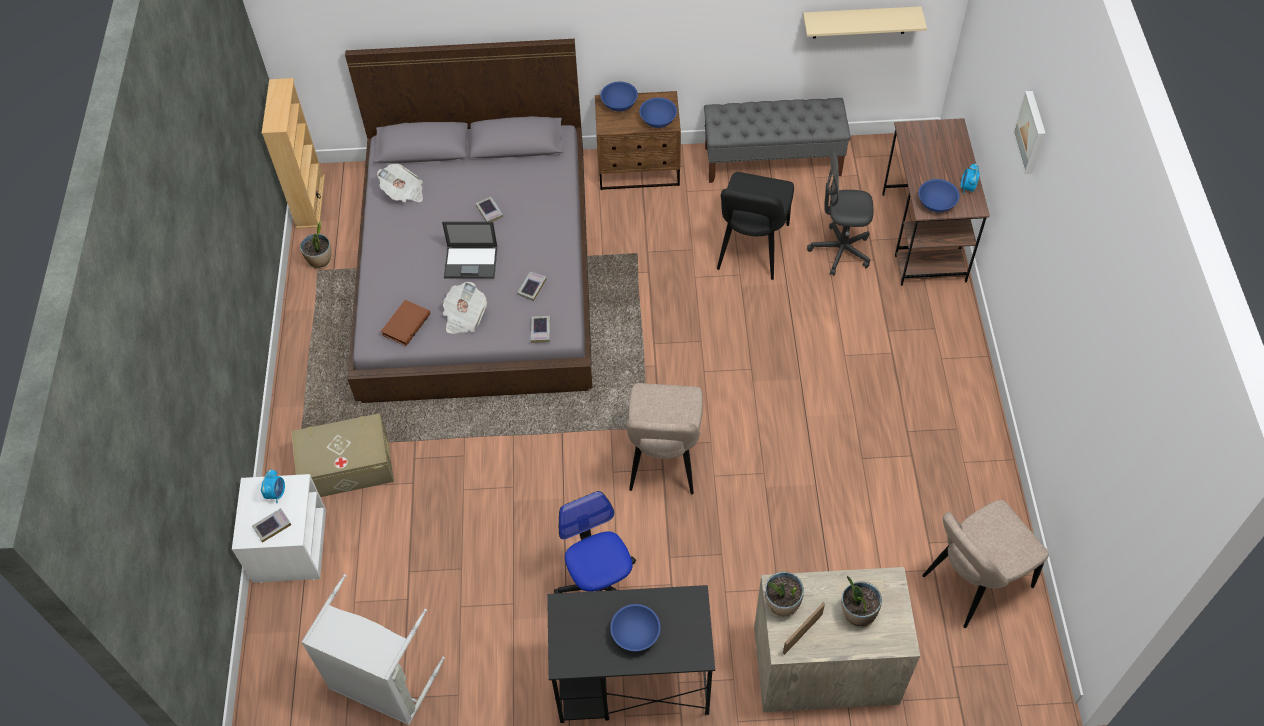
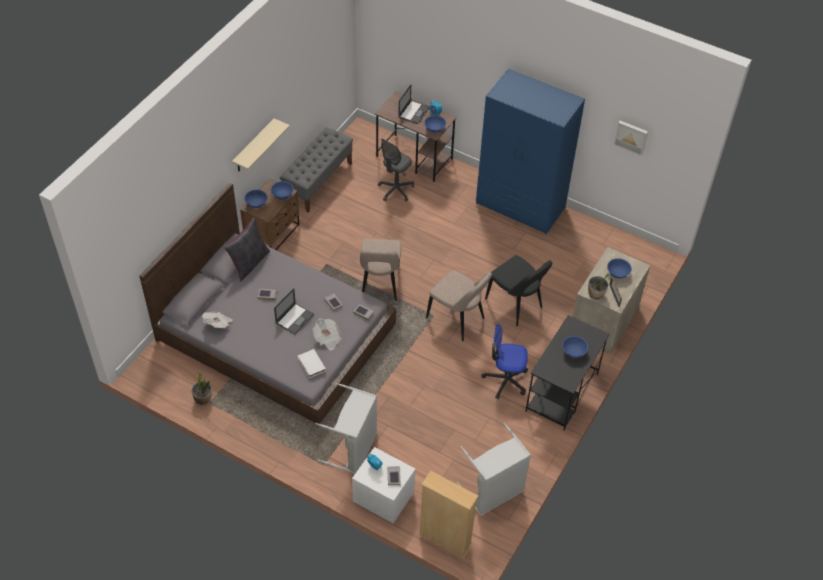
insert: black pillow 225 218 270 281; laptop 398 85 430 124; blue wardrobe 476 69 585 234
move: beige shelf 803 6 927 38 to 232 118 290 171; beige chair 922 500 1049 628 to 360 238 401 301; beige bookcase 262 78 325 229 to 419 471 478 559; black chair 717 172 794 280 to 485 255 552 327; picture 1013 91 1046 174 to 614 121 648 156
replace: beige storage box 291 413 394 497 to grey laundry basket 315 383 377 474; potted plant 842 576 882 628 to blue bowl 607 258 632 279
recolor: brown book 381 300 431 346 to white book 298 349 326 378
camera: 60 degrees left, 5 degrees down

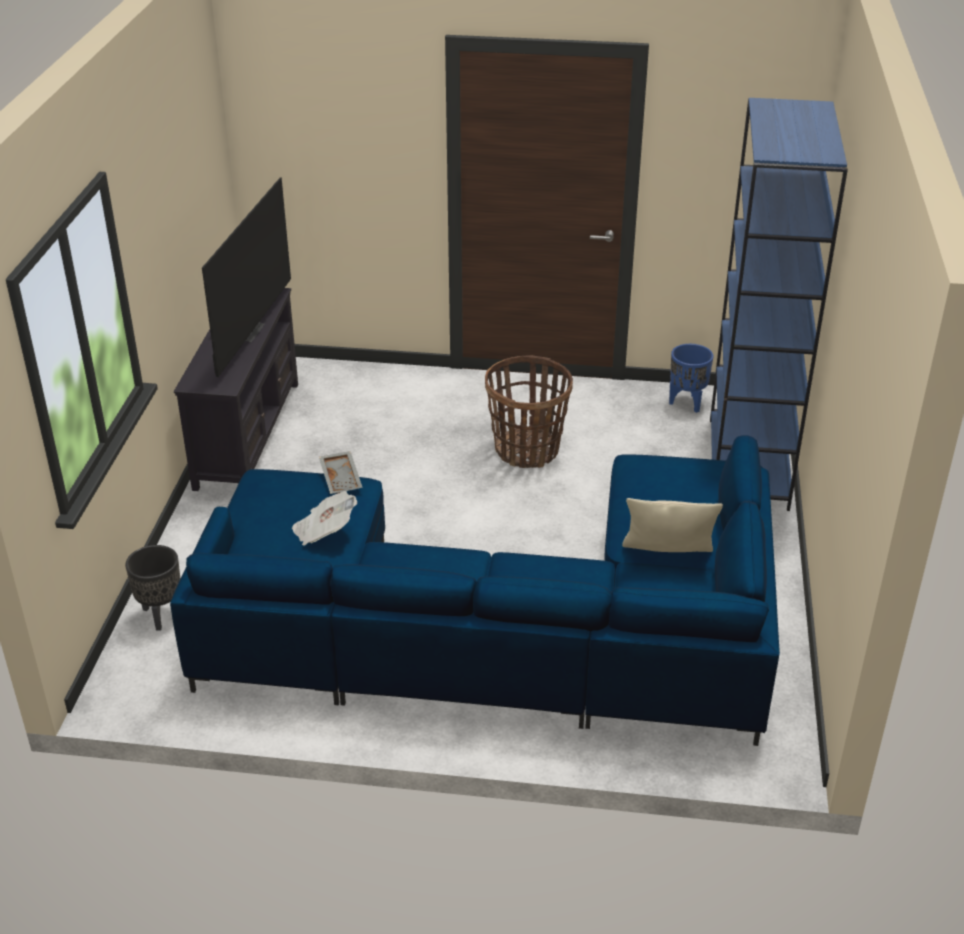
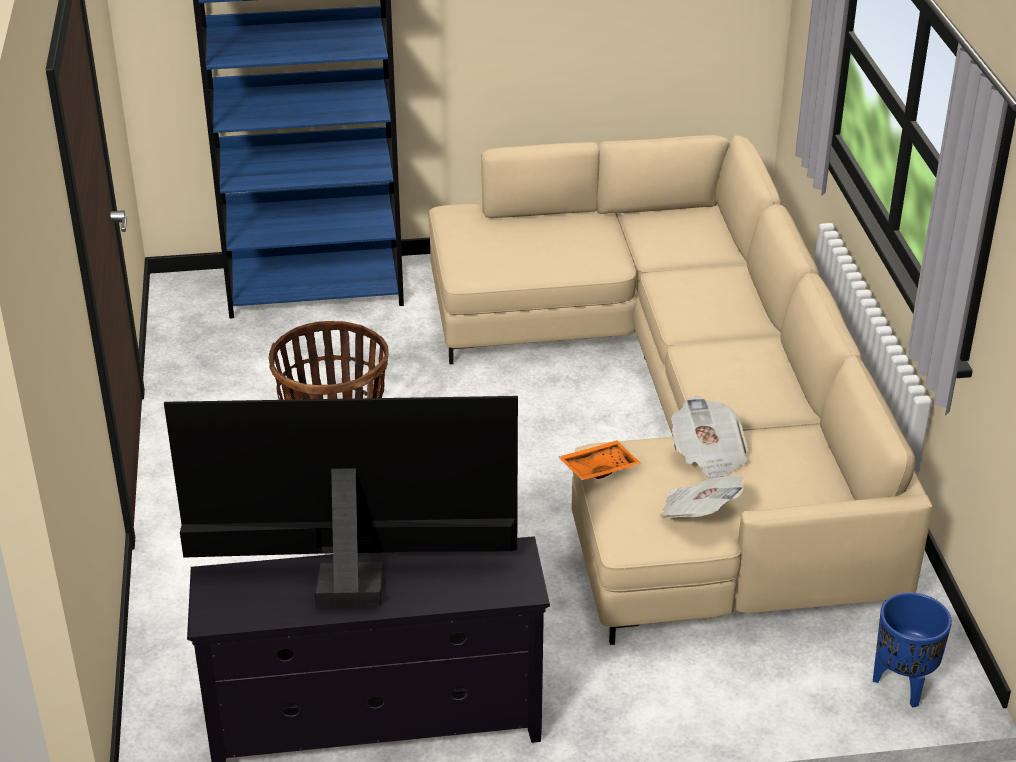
delete: black planter 125 545 180 631; beige pillow 622 498 723 552
insert: newspaper 660 476 744 518
move: blue planter 669 344 713 413 to 873 592 952 707
recolor: blue sofa 170 435 780 746 to beige sofa 428 135 932 645; grey tray 319 451 363 494 to orange tray 559 440 641 480
camera: 105 degrees left, 0 degrees up

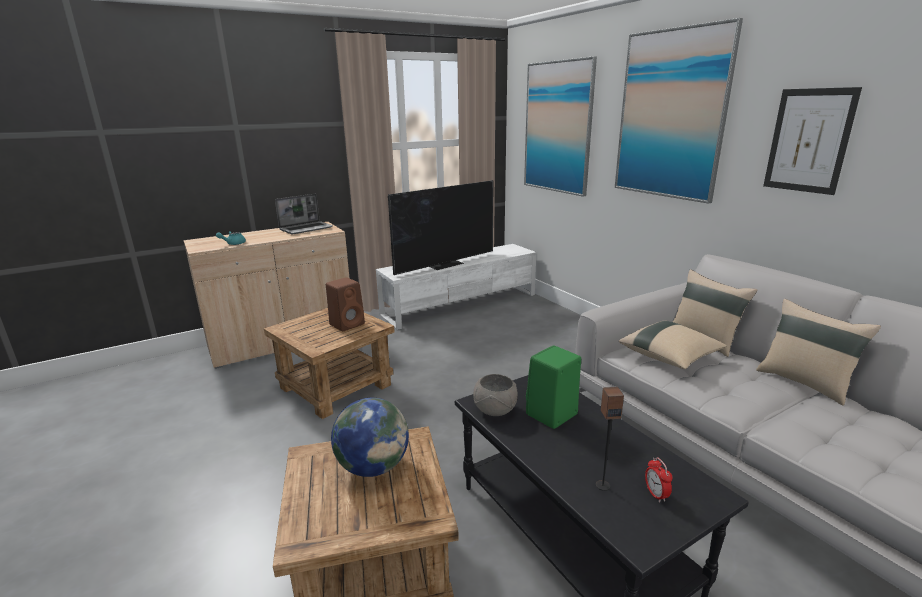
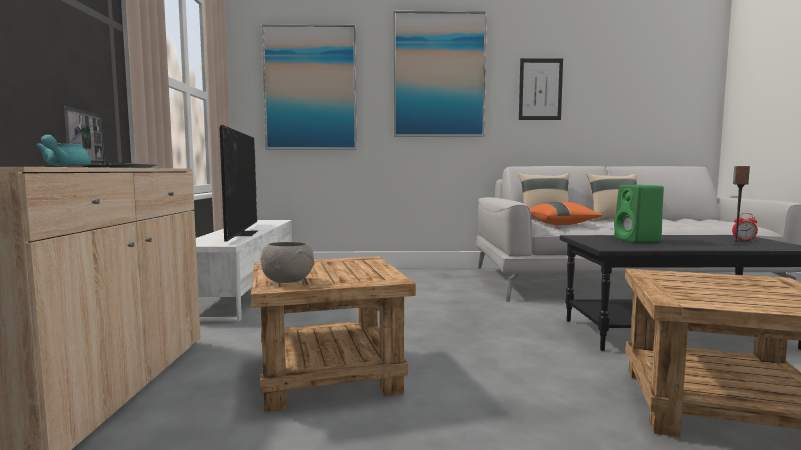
delete: brown speaker 326 277 365 331; globe 331 398 409 477
move: grey bowl 473 374 518 416 to 261 242 315 283
recolor: beige pillow 619 321 727 369 to orange pillow 530 201 602 225
camera: 60 degrees left, 15 degrees down

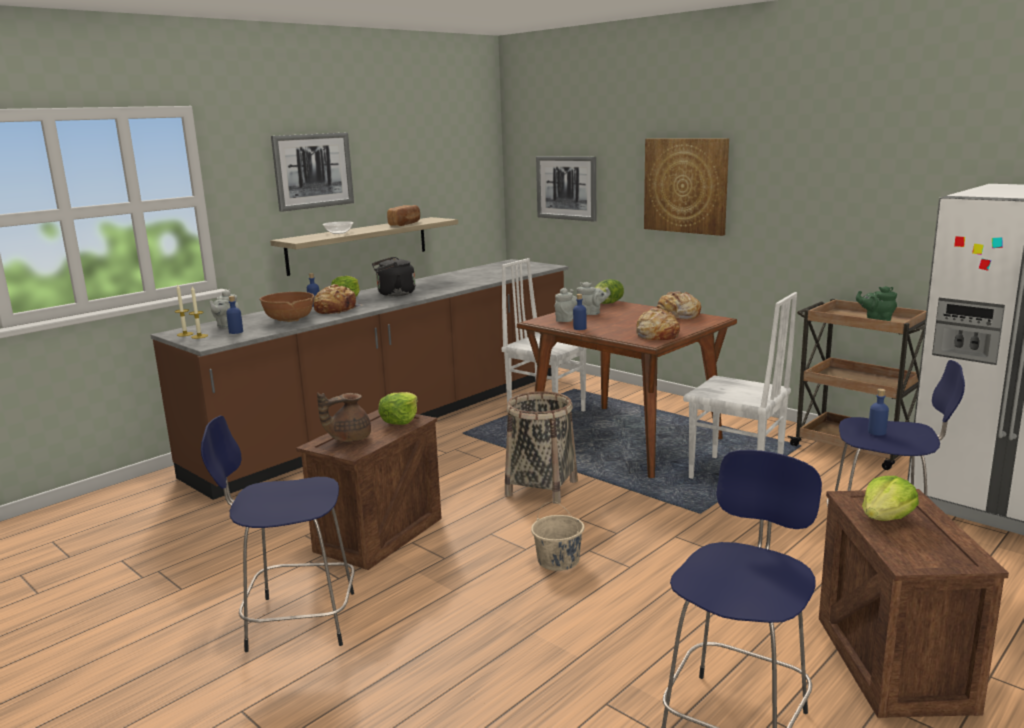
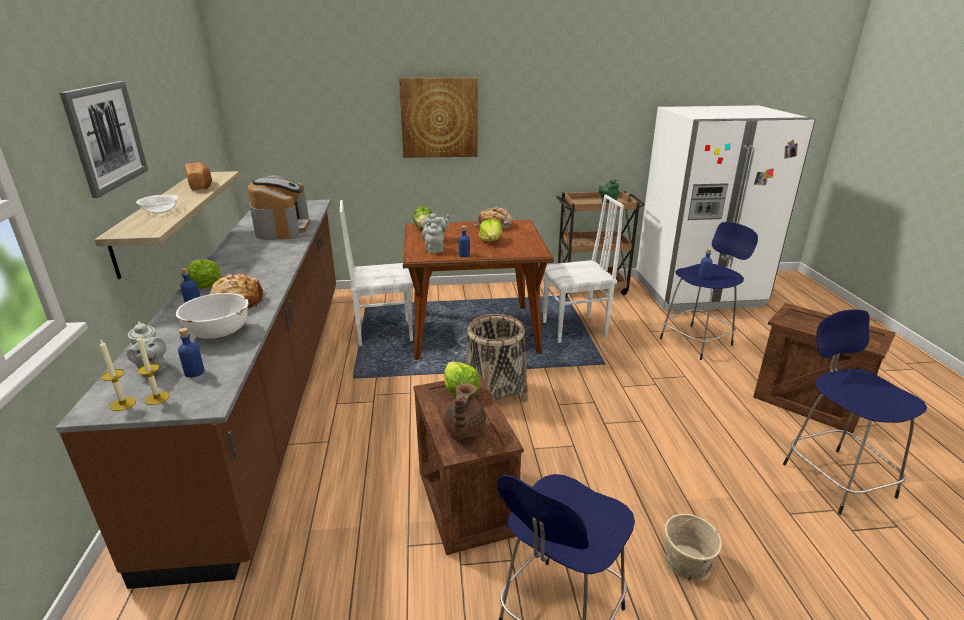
delete: black kettle 372 257 415 296; picture 536 156 596 222; bread 636 308 680 340
insert: coffee machine 248 175 311 240
move: lettuce 862 476 919 521 to 479 219 502 241; beige bucket 531 501 585 571 to 665 514 722 580
recolor: brown bowl 259 292 314 322 to white bowl 176 293 249 339
camera: 50 degrees left, 10 degrees up

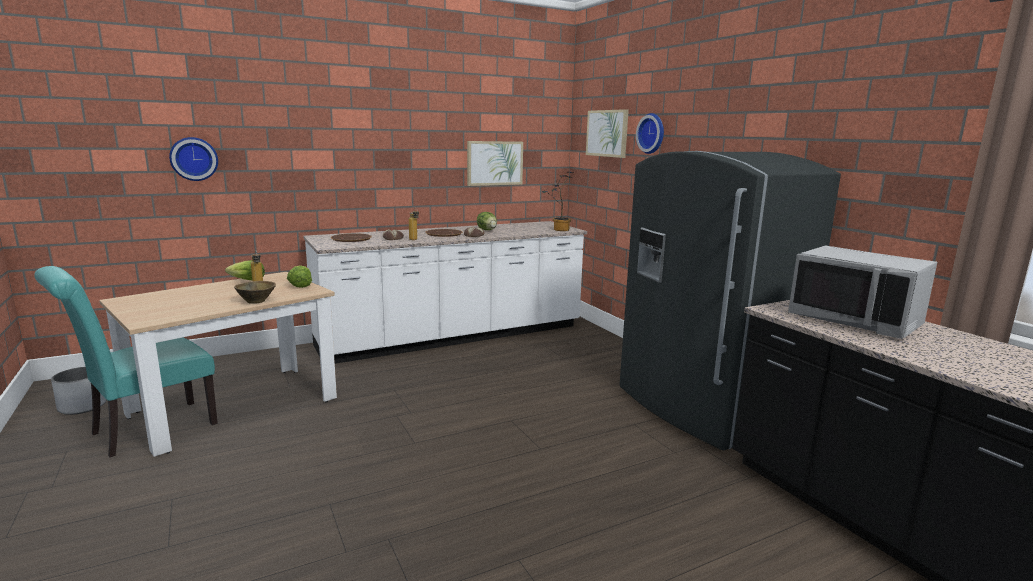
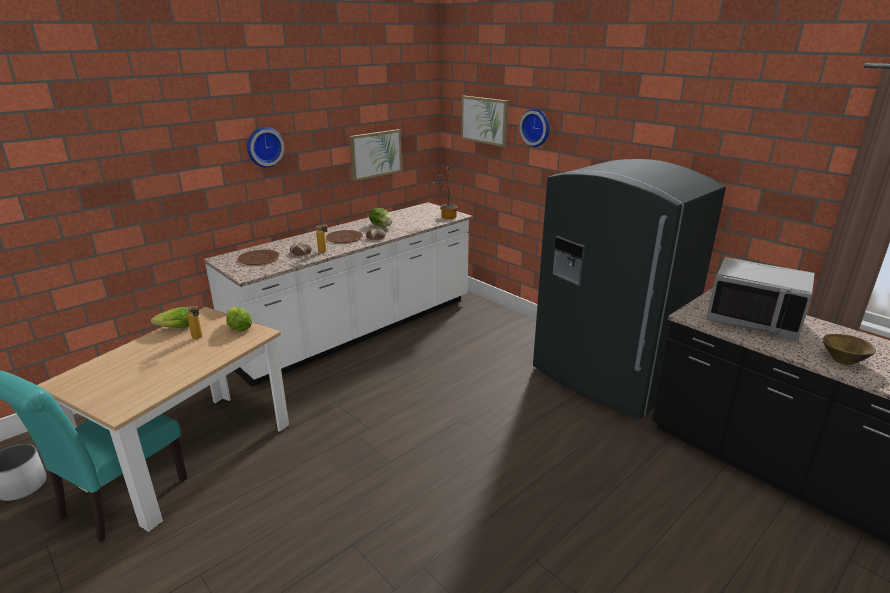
move: wall clock 169 137 218 181 to 247 127 284 167; brown bowl 234 281 276 304 to 822 334 876 365
camera: 15 degrees left, 10 degrees up

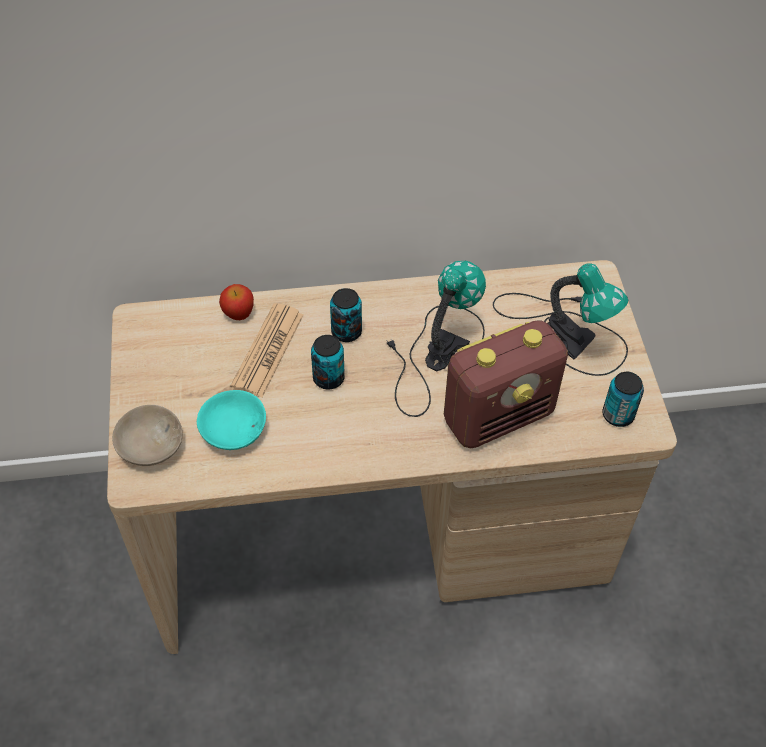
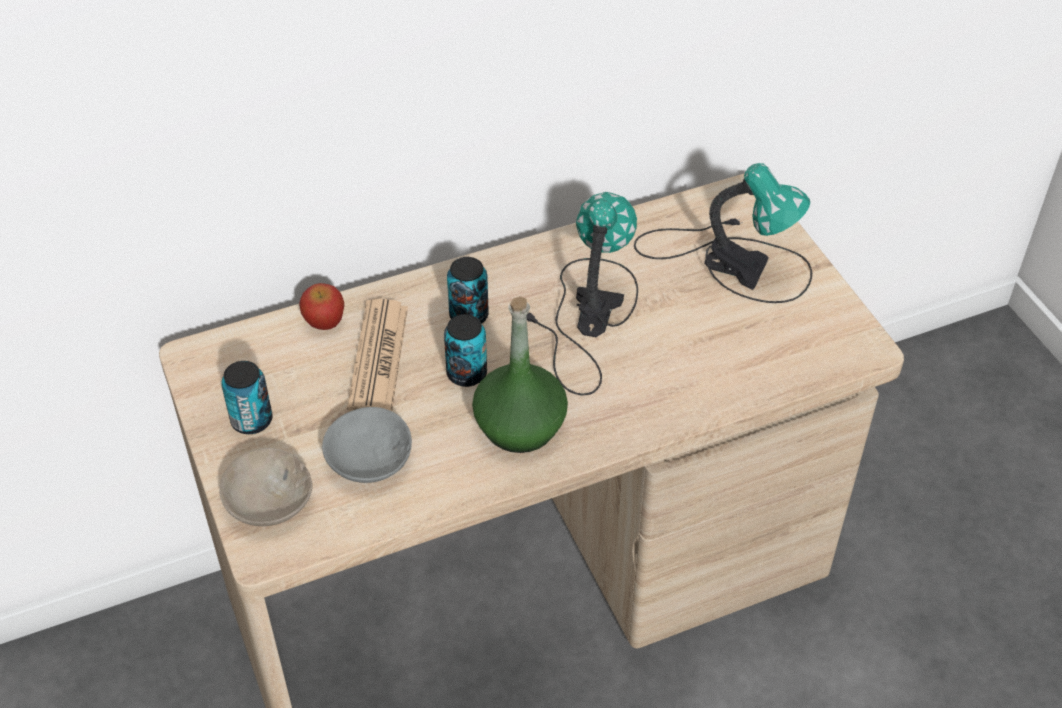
delete: radio 444 320 568 448
insert: green bottle 472 297 568 453
move: can 602 372 644 427 to 221 361 273 434
recolor: turquoise bowl 197 390 266 450 to grey bowl 322 407 412 483
camera: 15 degrees left, 5 degrees down

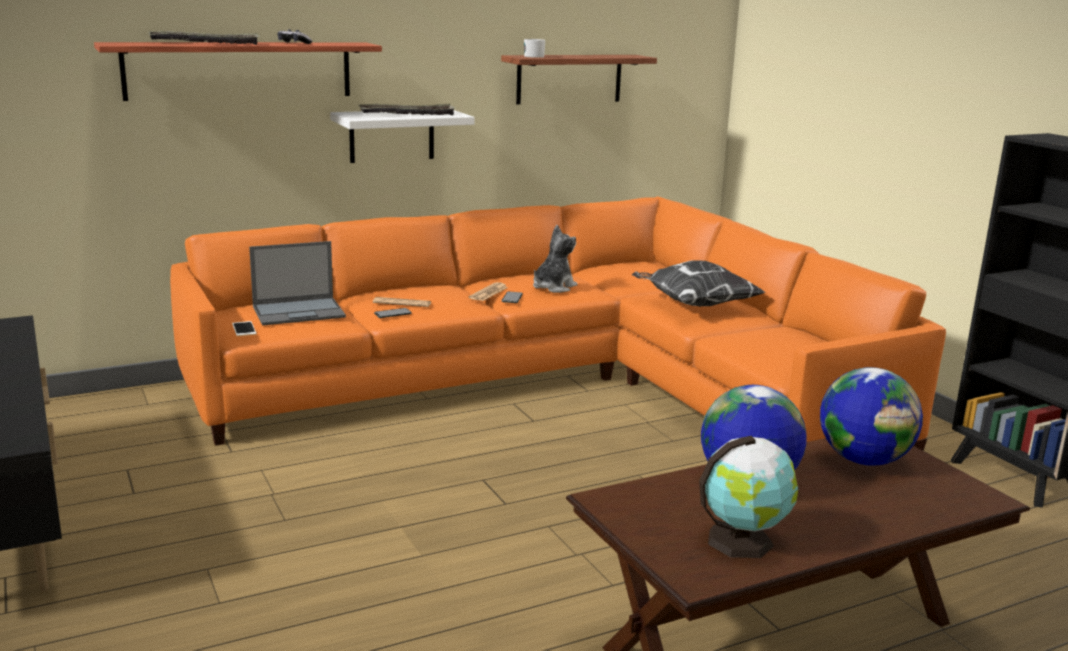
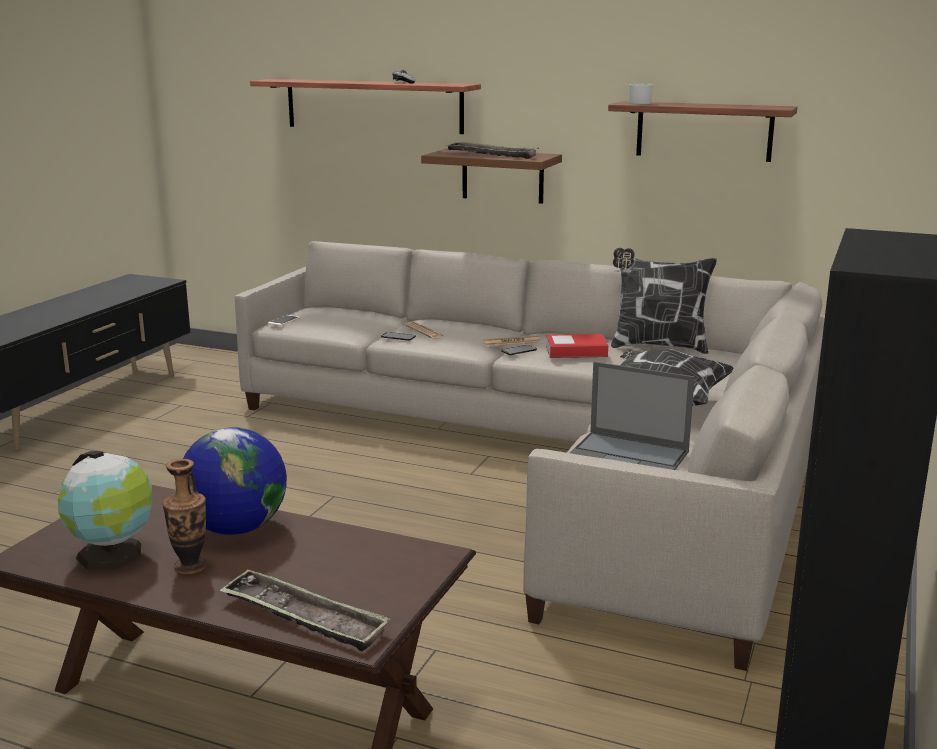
delete: globe 820 367 923 466
insert: vase 163 459 207 575; pillow 611 248 717 354
move: tray 149 31 260 45 to 219 570 390 651; laptop 249 241 346 325 to 570 362 695 470
replace: plush toy 533 225 577 293 to book 546 334 608 358
recolor: orange sofa 170 196 946 451 to beige sofa 235 241 825 671; white shelf 330 110 475 163 to brown shelf 421 149 562 204
camera: 50 degrees right, 0 degrees up

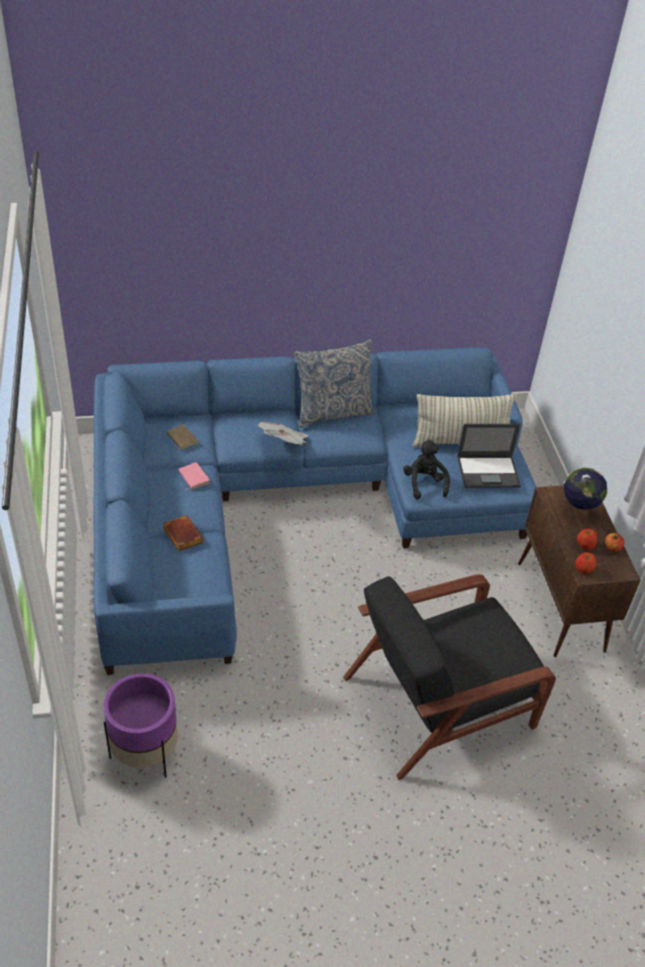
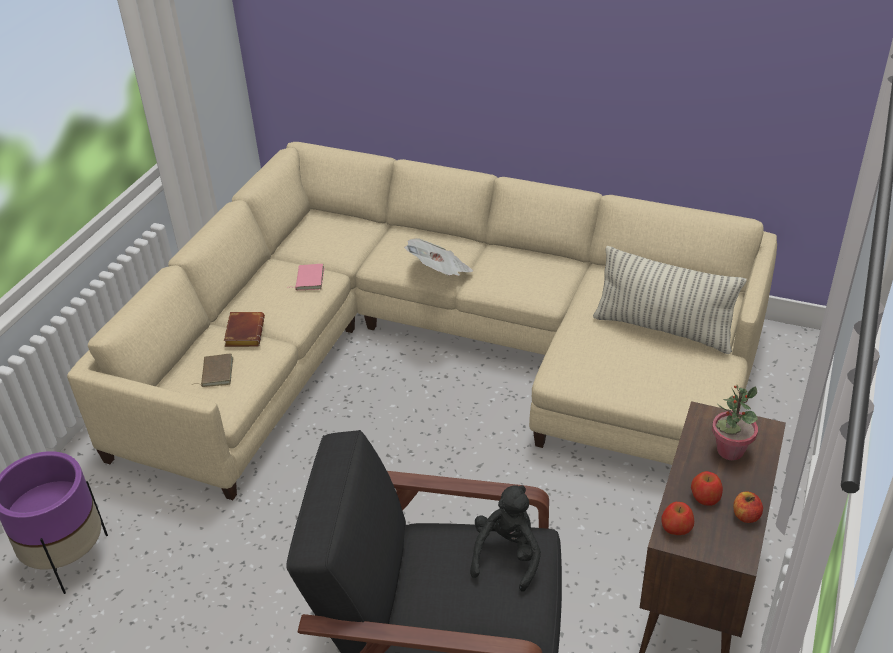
delete: pillow 294 339 375 427; laptop 457 424 521 488
move: brown book 167 425 198 451 to 192 353 233 387; black plush toy 403 440 450 499 to 470 485 541 592
replace: globe 564 468 607 520 to potted plant 712 385 758 461
recolor: blue sofa 94 347 536 675 to beige sofa 67 142 777 500
camera: 35 degrees right, 5 degrees down

